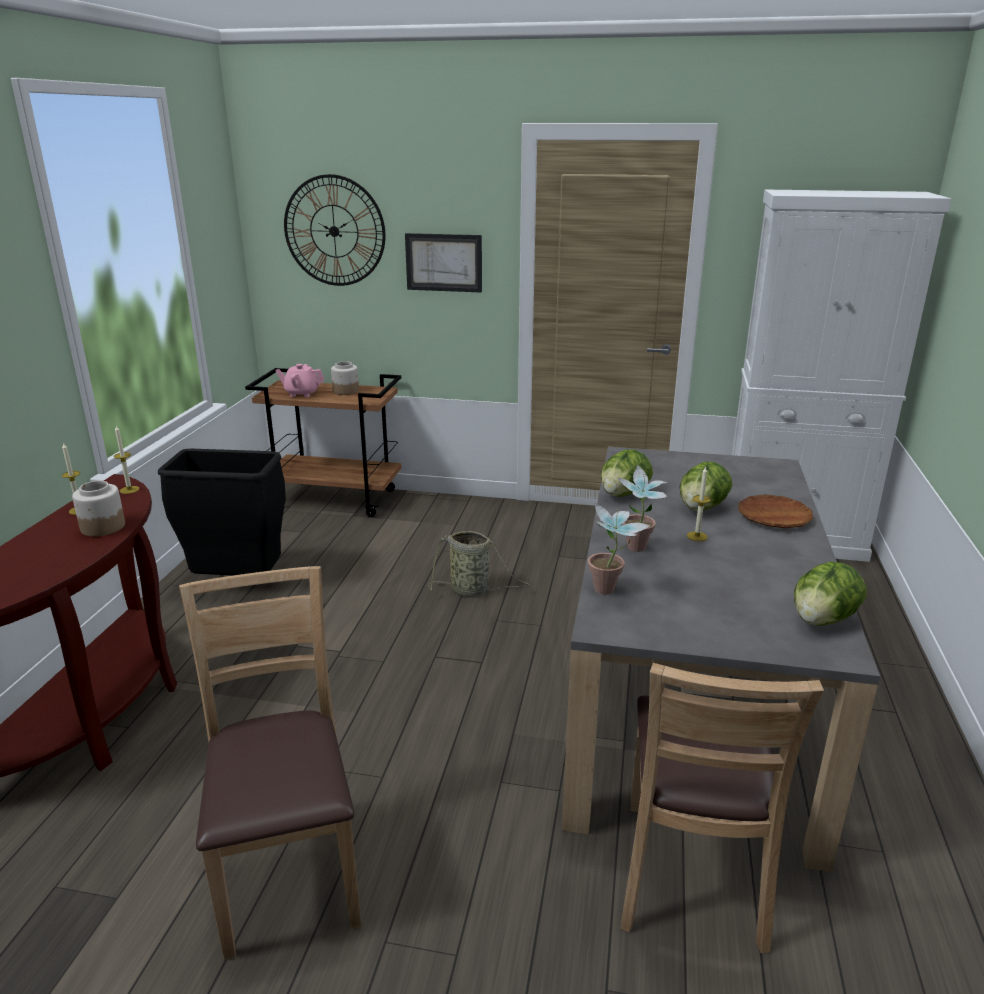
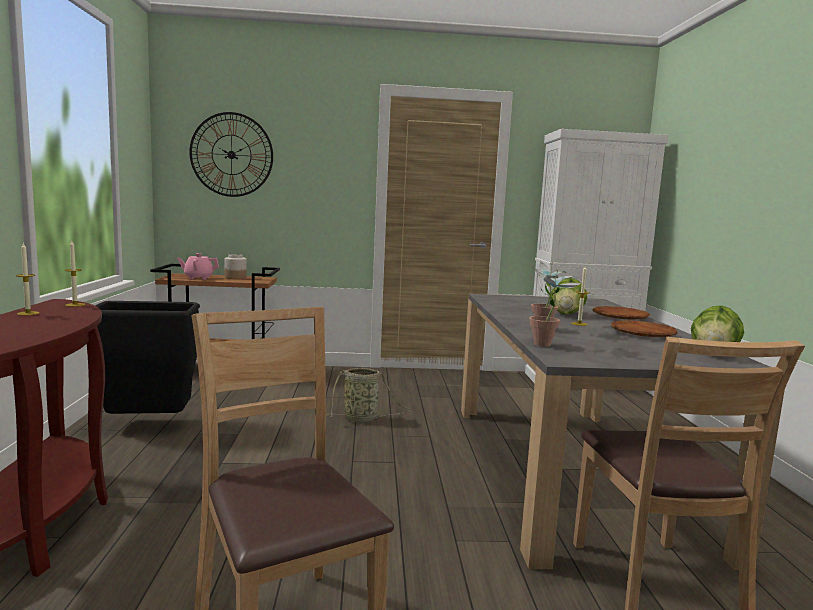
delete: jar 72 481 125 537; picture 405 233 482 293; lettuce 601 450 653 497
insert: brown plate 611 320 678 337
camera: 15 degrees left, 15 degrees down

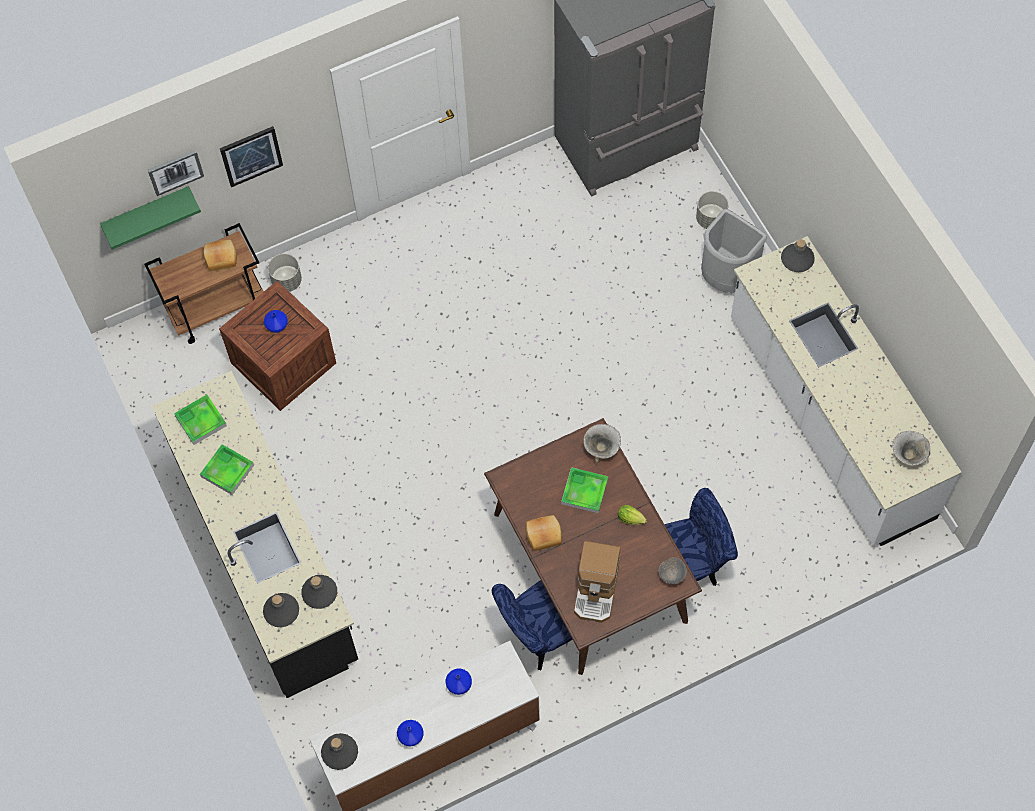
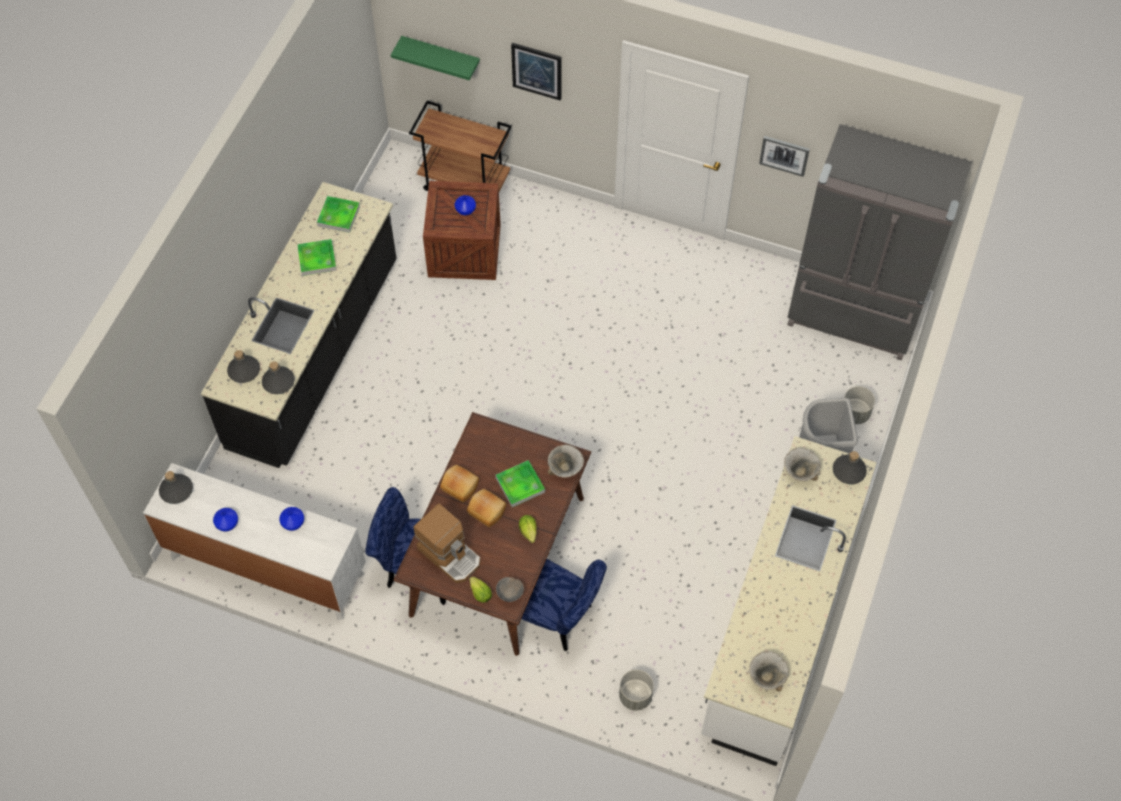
insert: lettuce 470 577 492 602; bowl 784 447 821 481
move: bread 203 239 237 272 to 467 489 507 527; grey planter 268 254 302 292 to 619 670 654 711; picture 148 150 204 196 to 759 136 810 177
rotate: coffee machine 574 541 620 623 = 414 503 481 583 105 degrees counterclockwise
camera: 45 degrees right, 5 degrees down

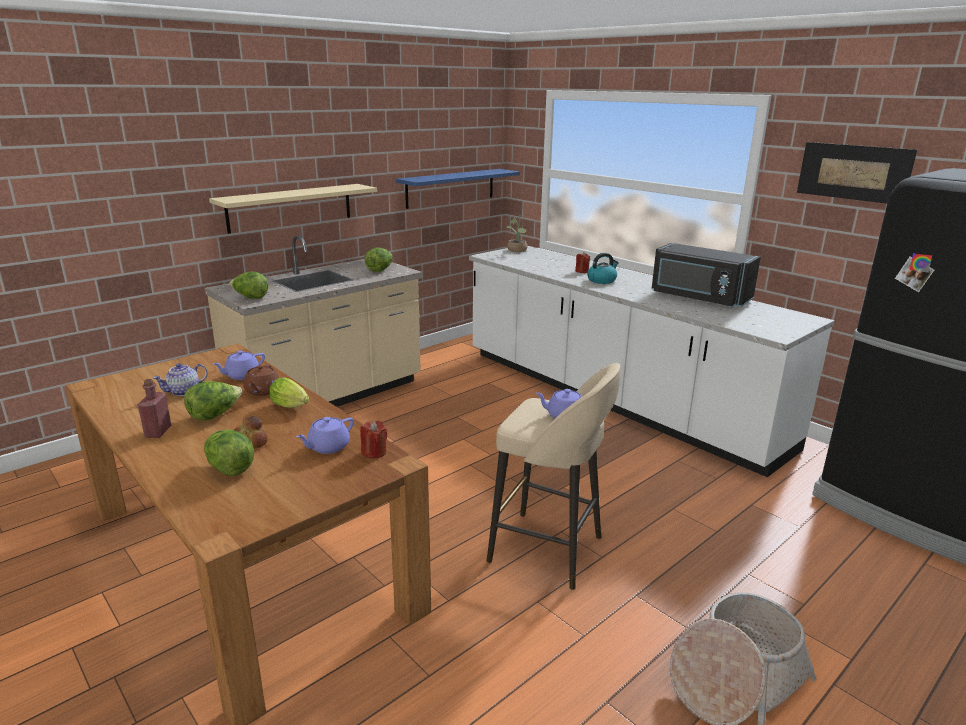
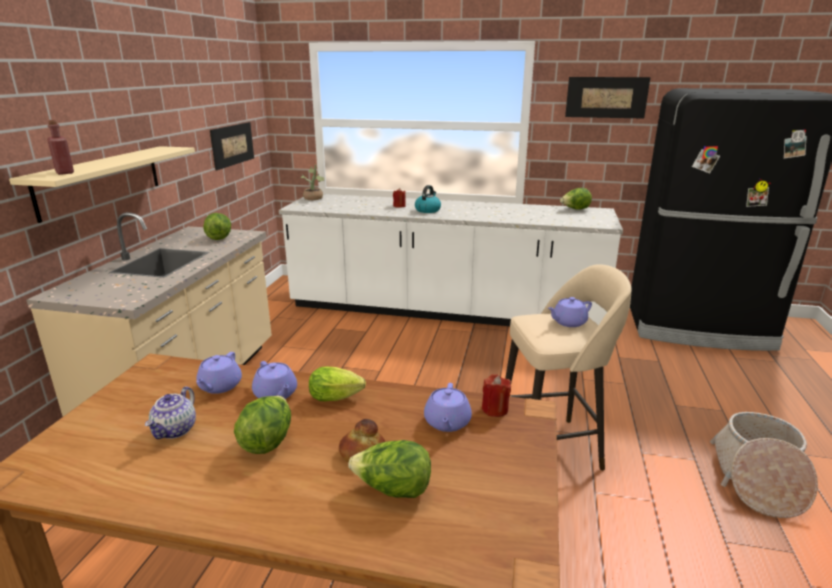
delete: black microwave 652 243 761 308
move: red bottle 138 379 171 438 to 47 120 74 175; lettuce 229 272 268 299 to 560 188 592 210
replace: blue shelf 396 169 520 209 to picture 210 122 254 170
recolor: brown teapot 243 364 279 396 to purple teapot 252 361 297 399
camera: 35 degrees left, 0 degrees up

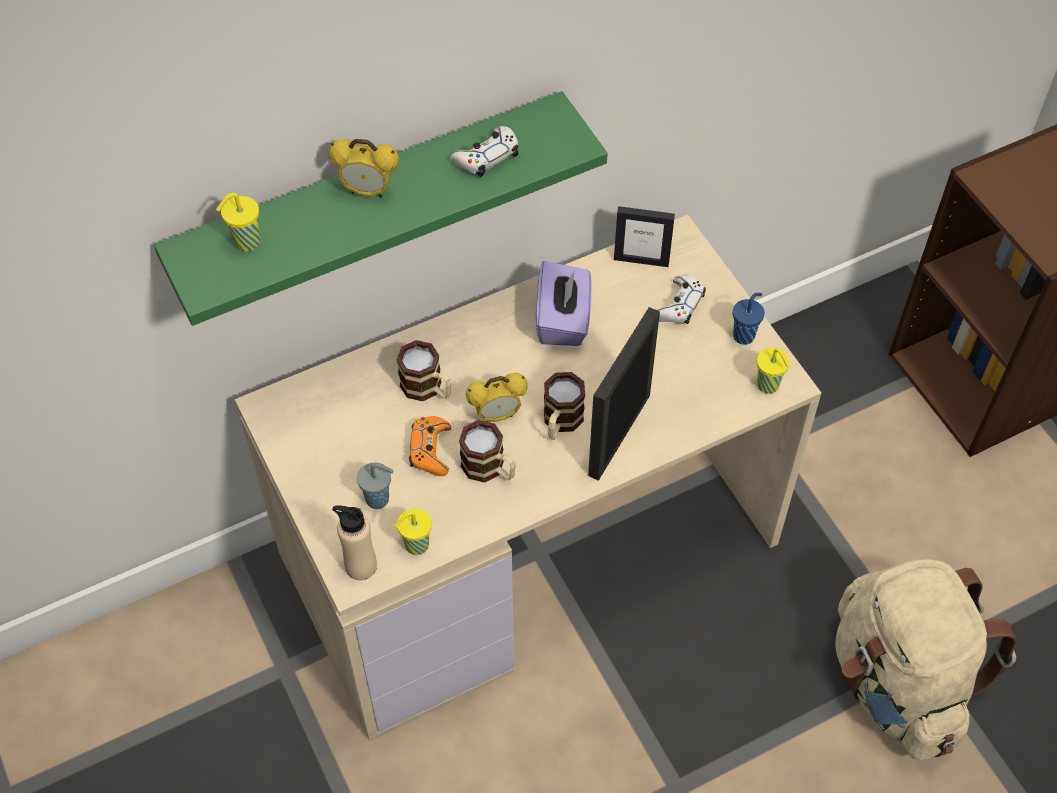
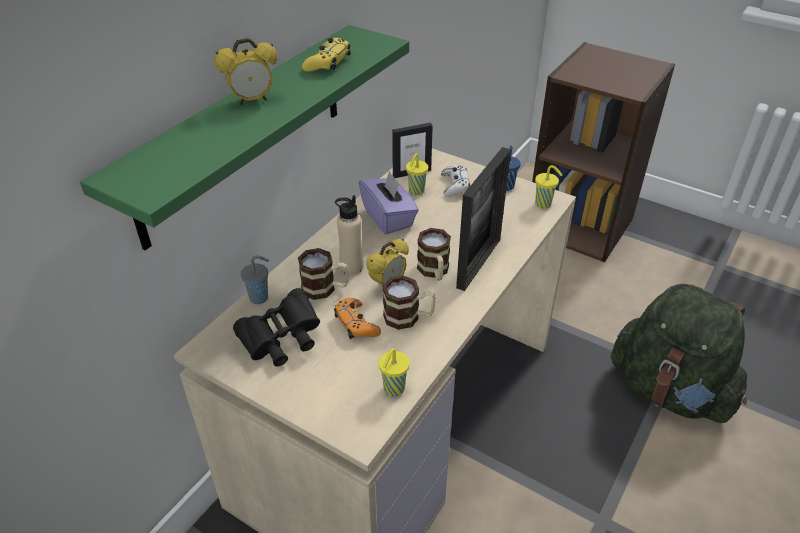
insert: black binoculars 233 288 320 366
move: grey cup 357 463 394 509 to 241 255 269 304; beige bottle 332 505 377 580 to 335 195 364 275; yellow cup 216 192 260 251 to 406 153 428 195
recolor: white game controller 450 126 518 177 to yellow game controller 302 38 351 72; beige backpack 835 559 1017 761 to green backpack 611 284 747 423
rotate: picture frame 588 307 660 481 = 456 147 511 291 150 degrees counterclockwise
camera: 30 degrees left, 15 degrees down

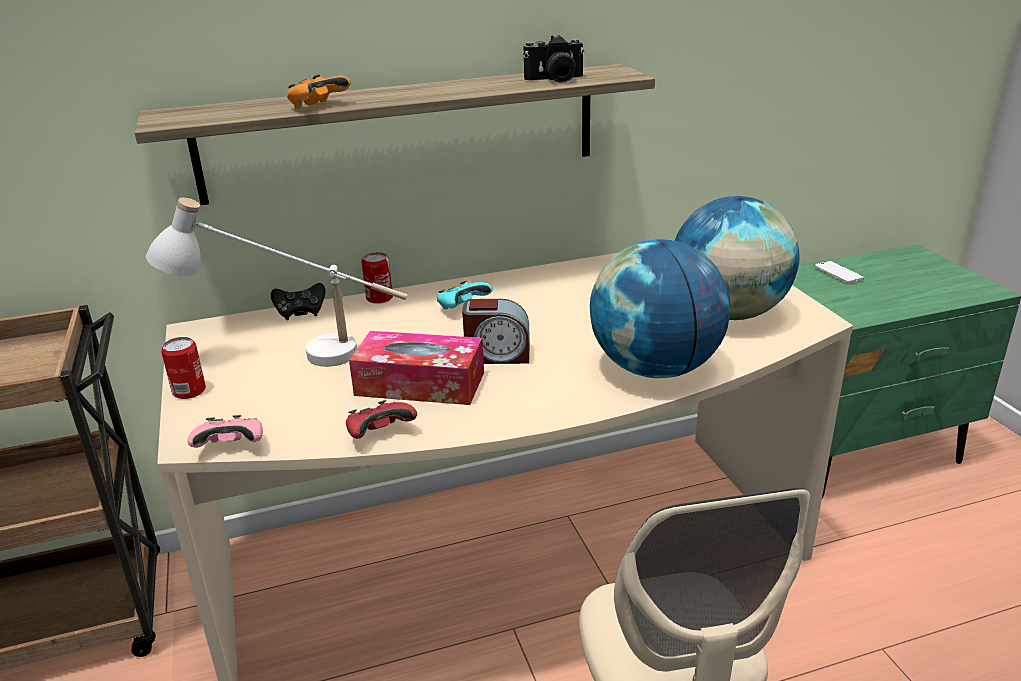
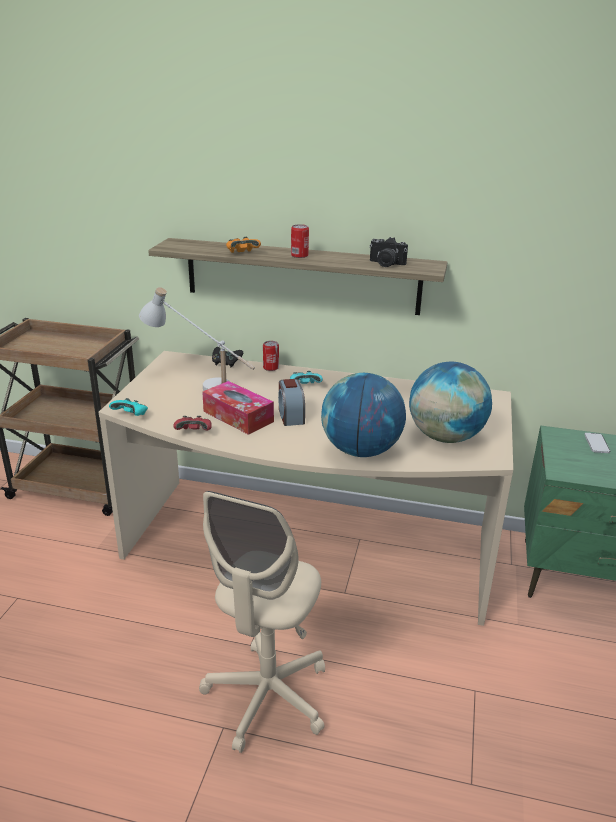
move: can 161 337 206 399 to 291 224 309 258
recolor: pink game controller 188 415 263 448 to turquoise game controller 109 398 148 416
rotate: alarm clock 462 299 530 364 = 278 379 305 426 45 degrees clockwise
camera: 30 degrees right, 0 degrees up

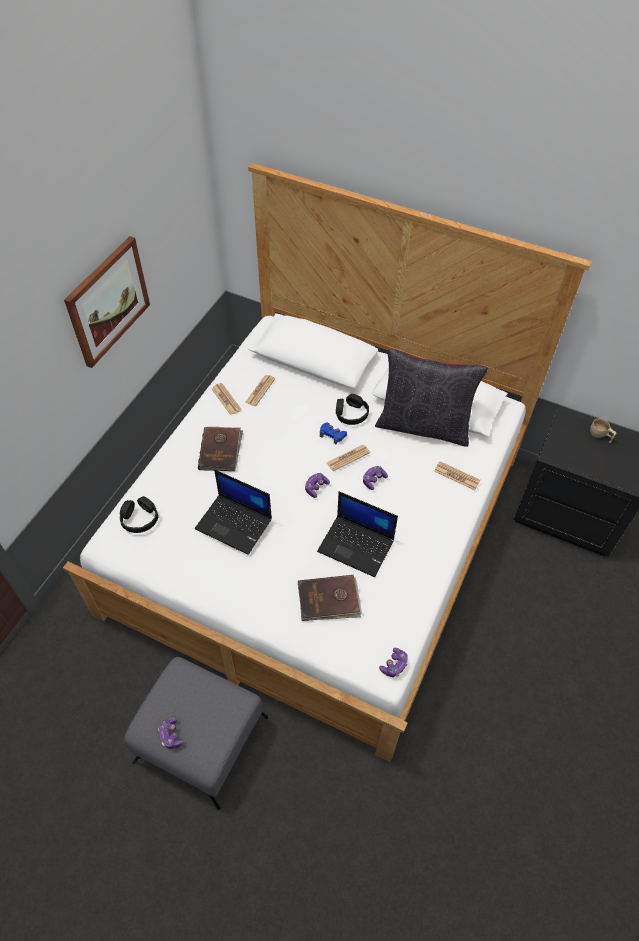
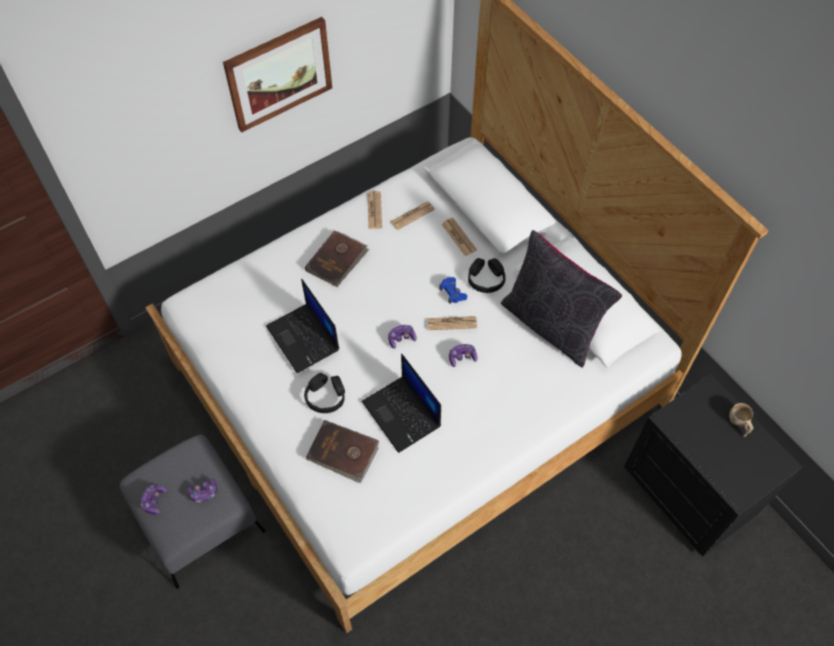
move: game controller 379 648 409 677 to 188 478 217 503; black headphones 120 496 158 533 to 304 373 345 413; newspaper 434 461 480 490 to 442 218 477 256
camera: 30 degrees right, 5 degrees up

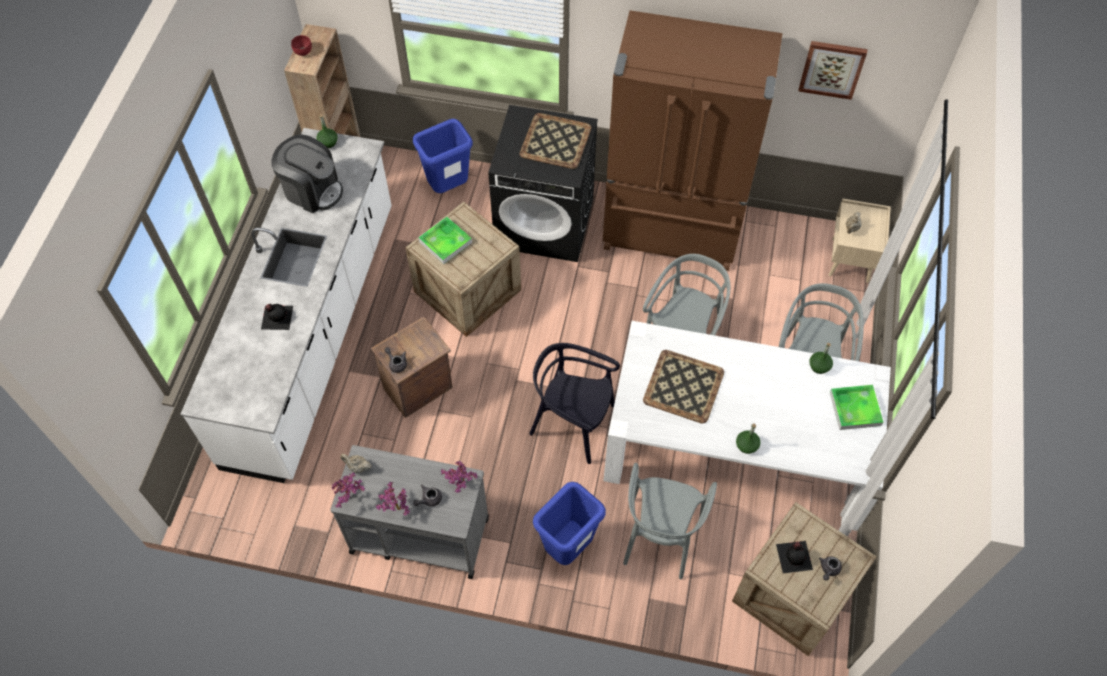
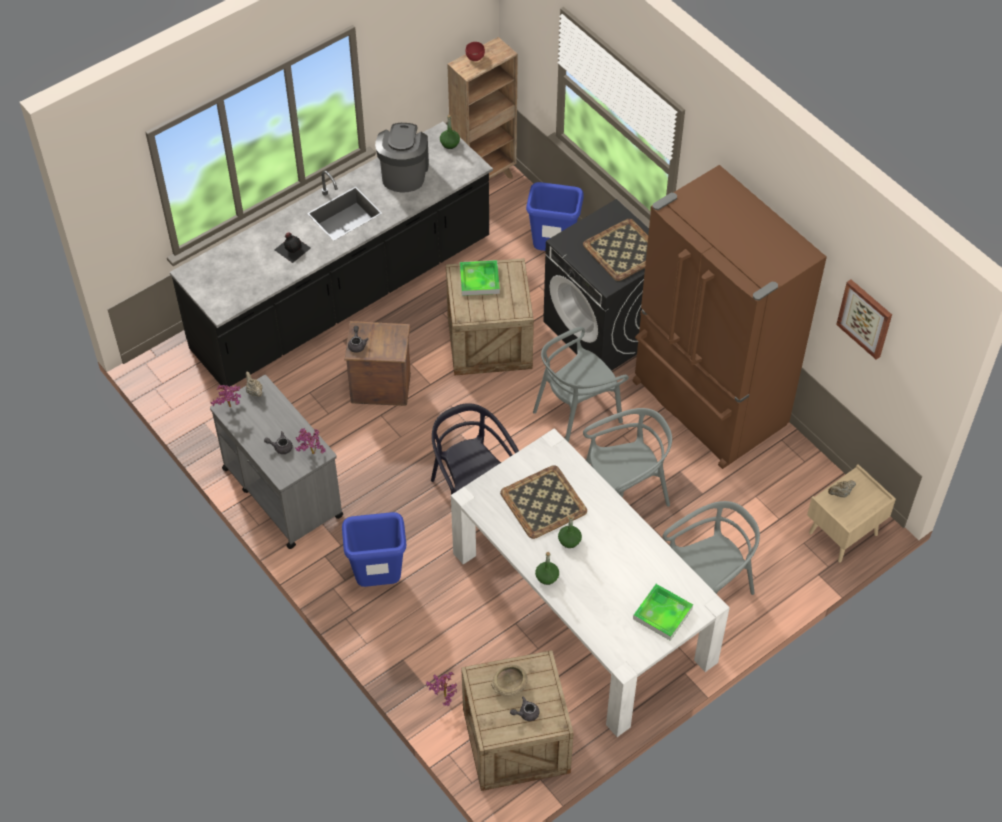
move: potted plant 376 482 410 516 to 426 672 457 706; grey chair 623 463 717 579 to 533 327 629 443; green bottle 809 343 833 374 to 558 515 582 548
replace: black bottle 776 541 813 573 to beige bowl 491 665 528 697
recolor: white counter 181 128 392 483 to black counter 170 122 493 386
rotate: coffee machine 271 134 343 213 = 375 123 429 192 150 degrees counterclockwise
camera: 40 degrees right, 5 degrees down

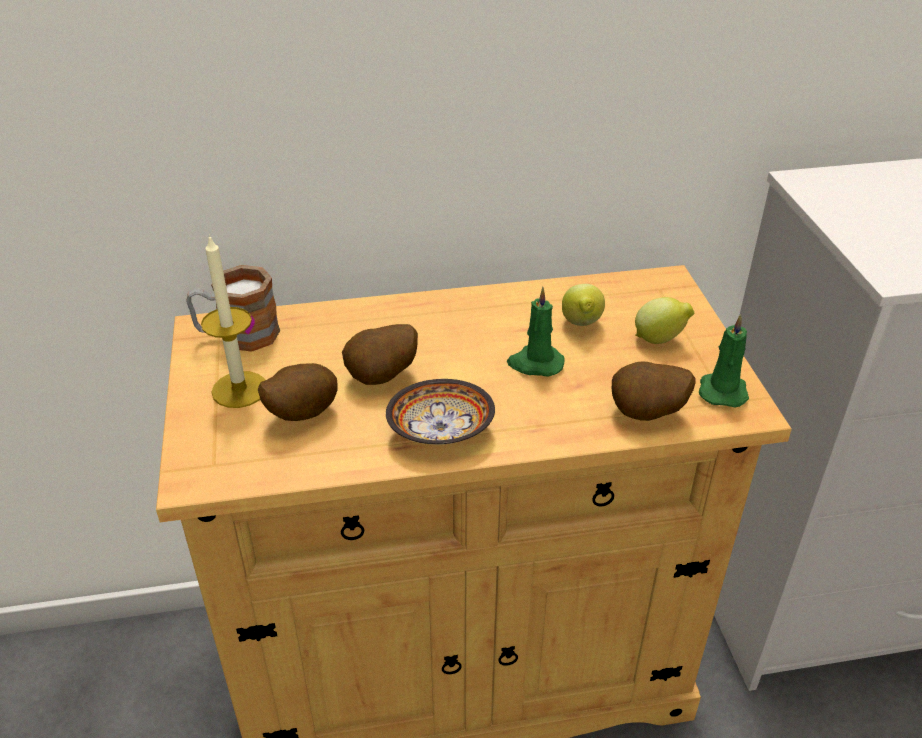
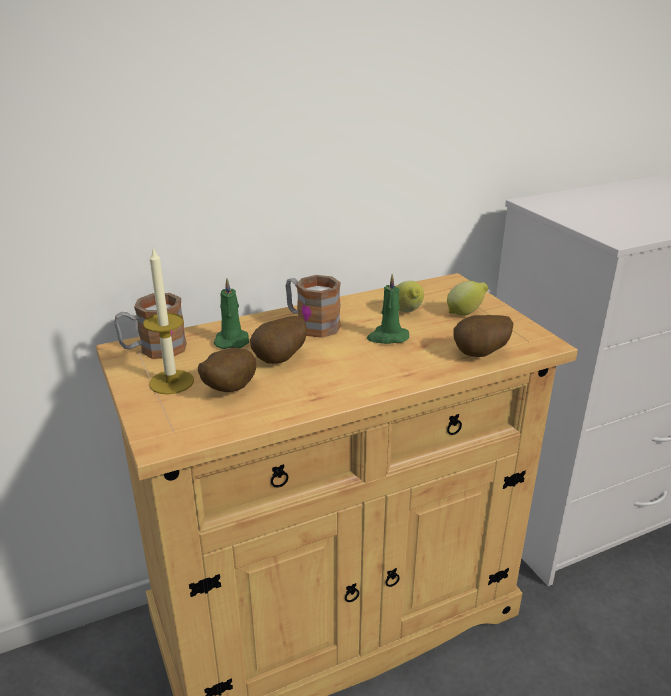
delete: bowl 386 379 495 445
insert: mug 286 275 341 338
move: green candle 699 314 749 407 to 214 278 249 349
camera: 15 degrees left, 10 degrees down

